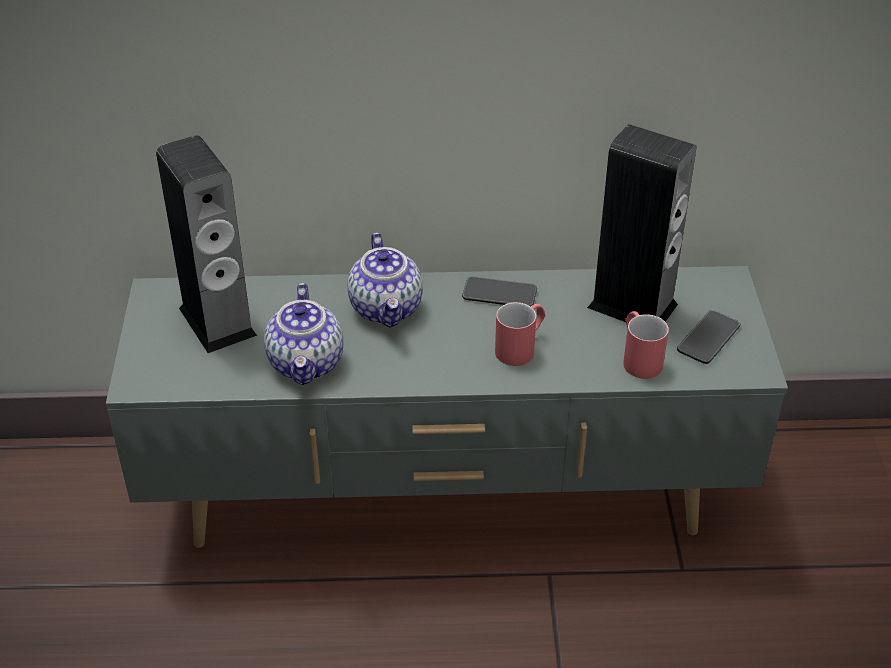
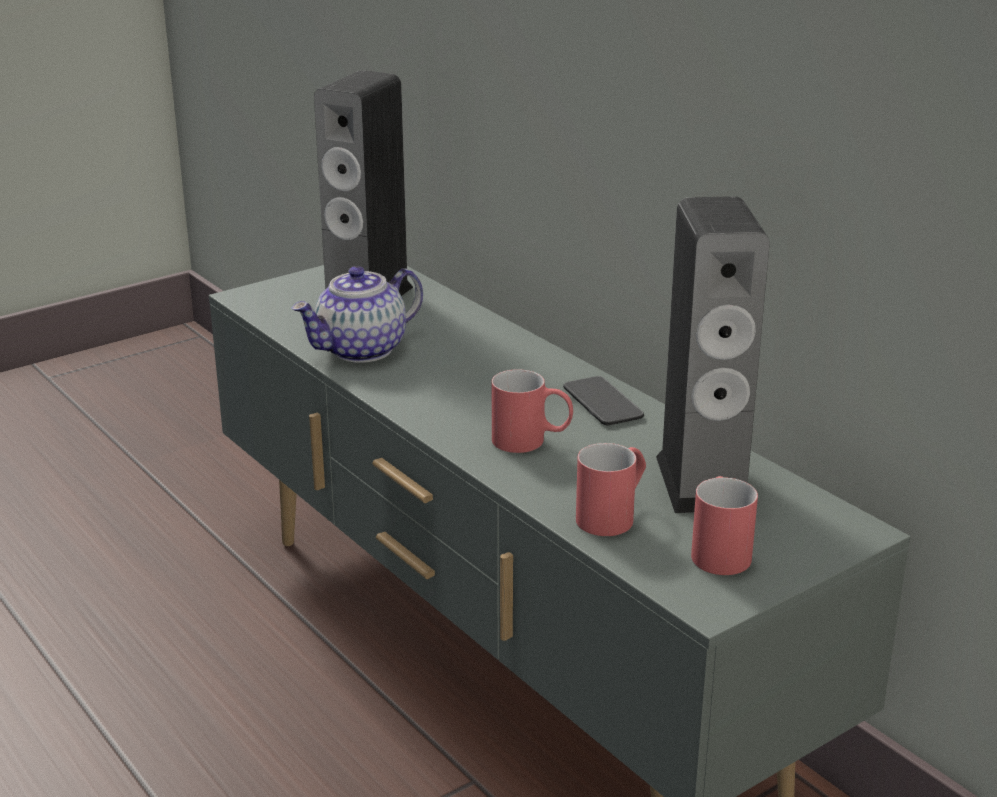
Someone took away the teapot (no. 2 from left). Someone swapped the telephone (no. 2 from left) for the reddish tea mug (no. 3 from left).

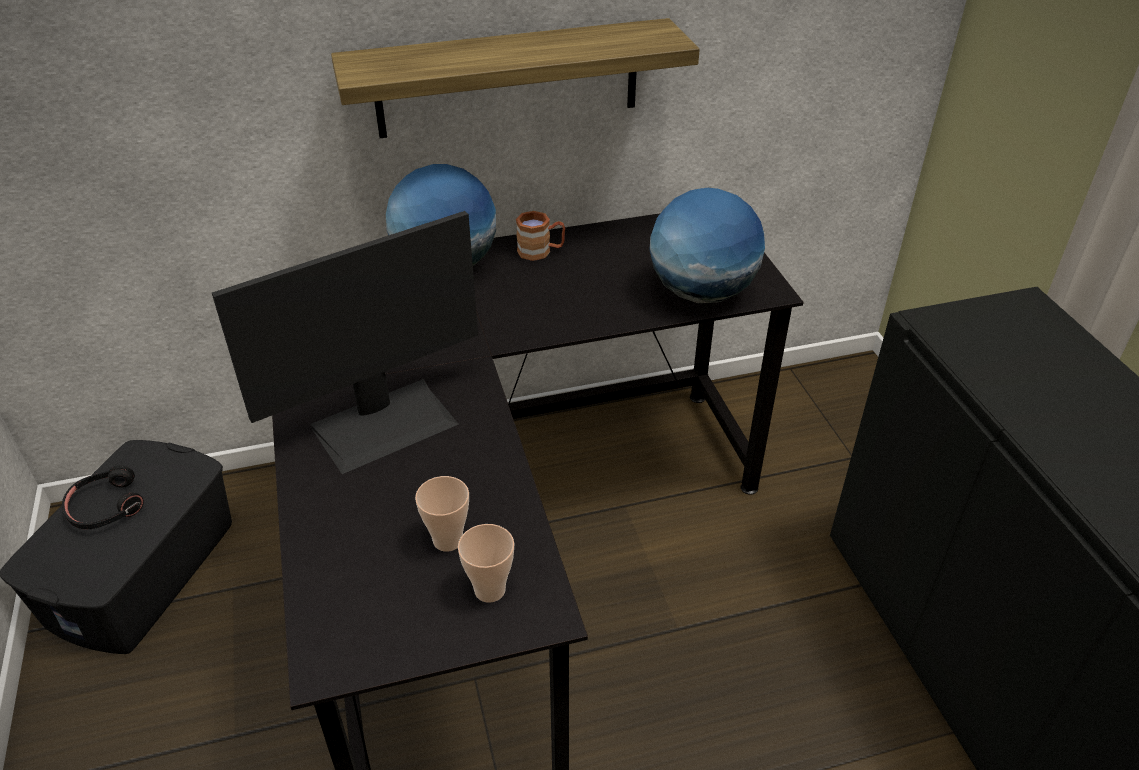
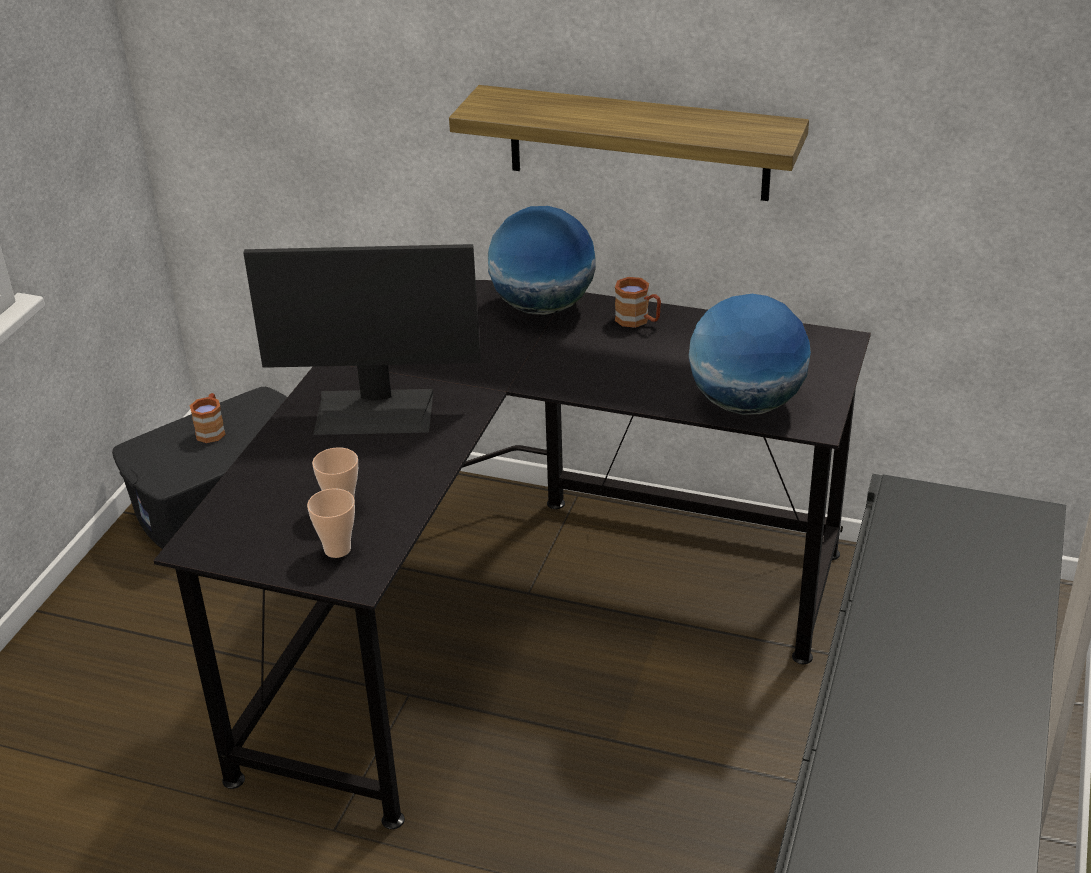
Someone swapped the black-coloured pair of headphones for the brown-coloured tea mug (no. 1 from left).

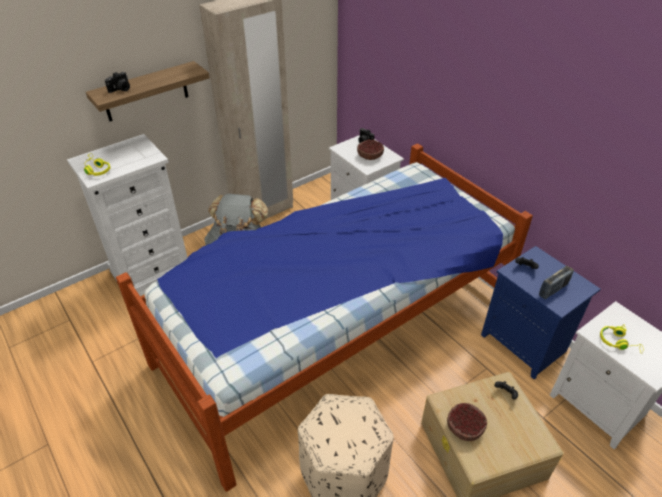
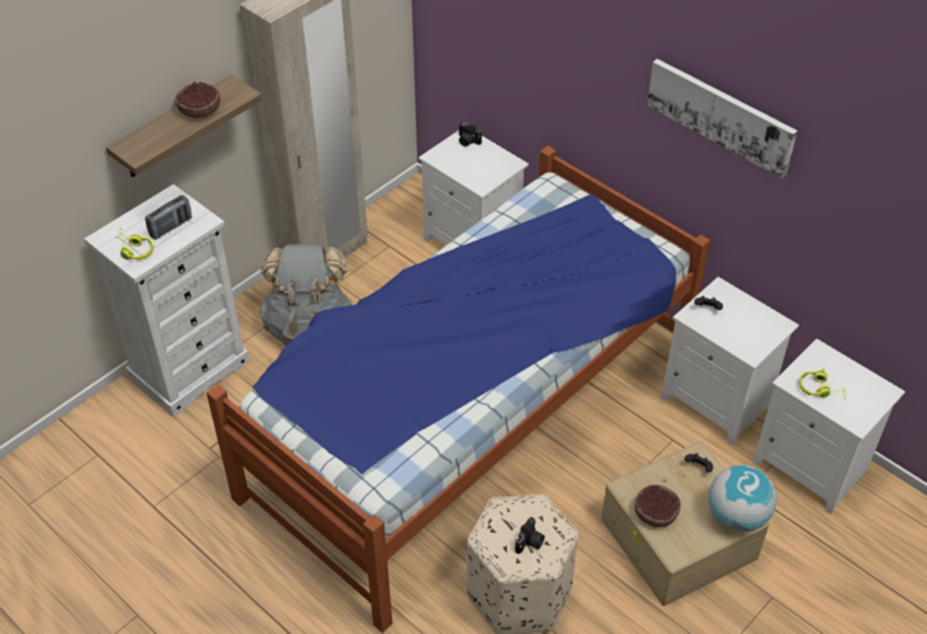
Someone carried the photo camera (no. 1 from left in the first image). Someone carried the bowl (no. 1 from left). Someone repainted the blue-coloured night table, which became the white night table (no. 2 from left). Someone carried the radio receiver. Someone put up the picture. Someone put down the globe.

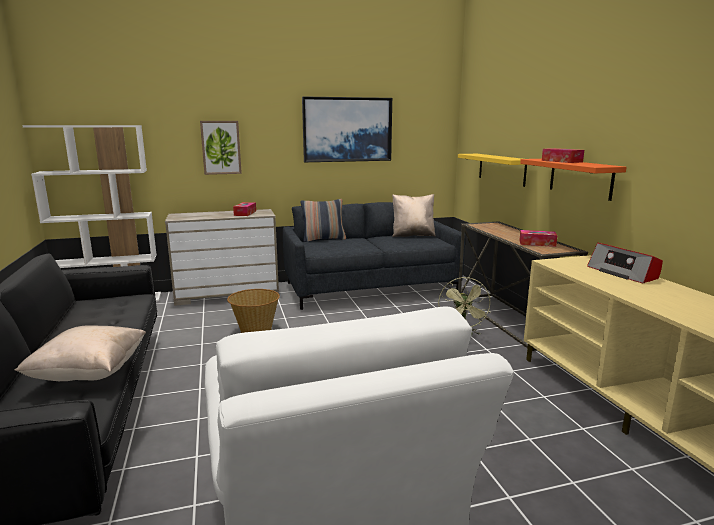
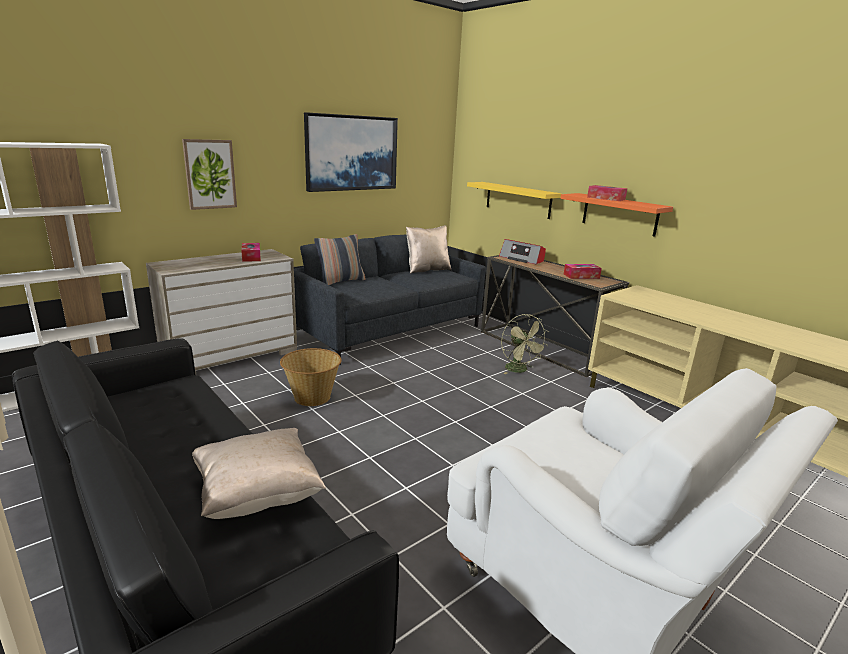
Someone carried the radio receiver.

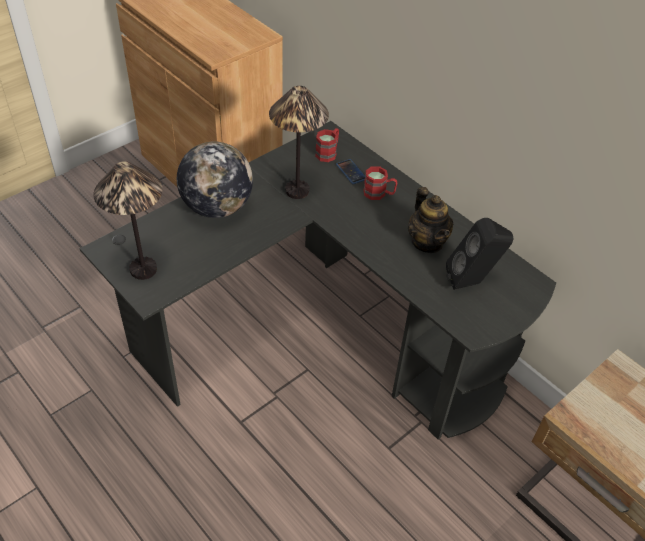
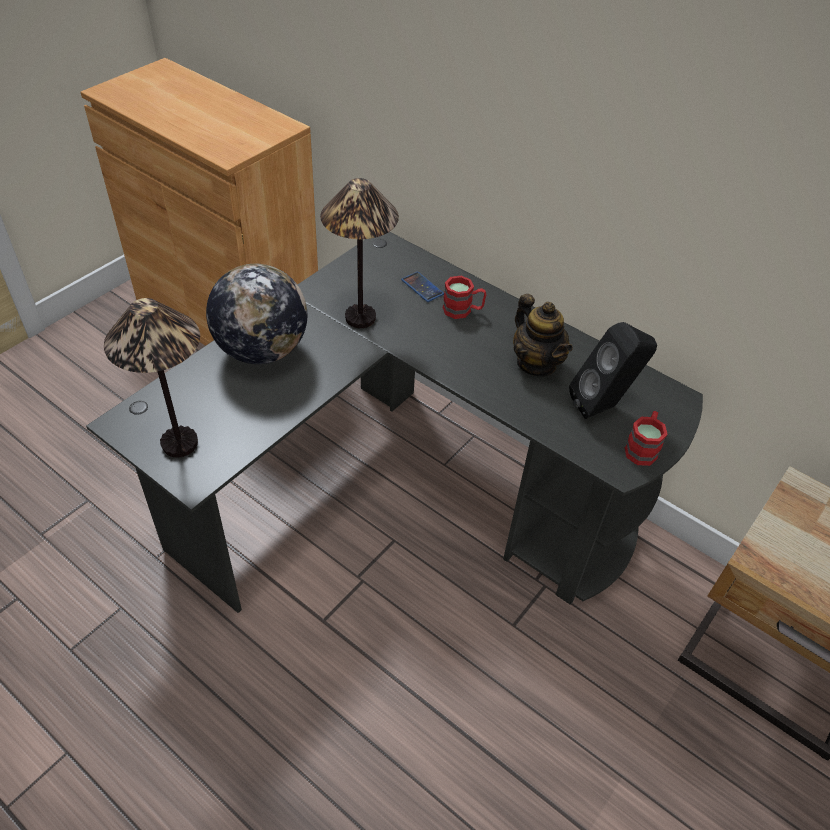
Someone carried the reddish tea mug (no. 1 from left in the first image).

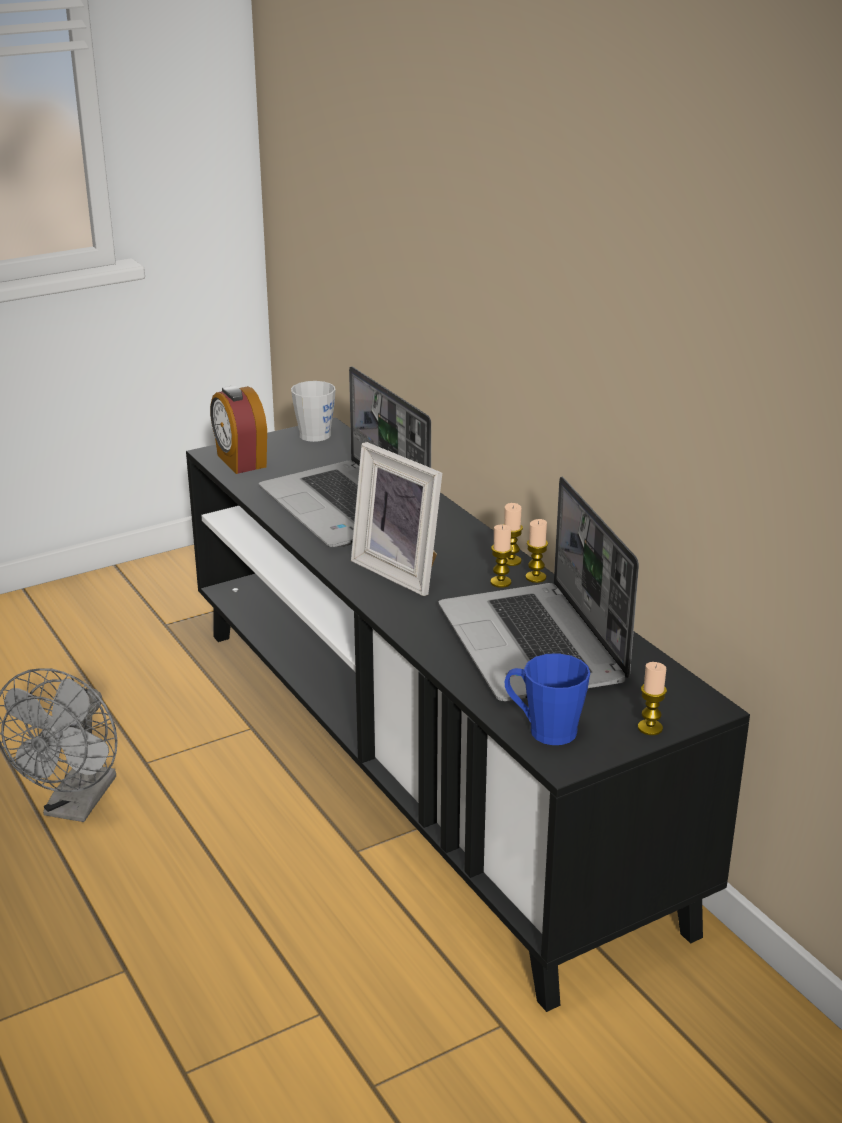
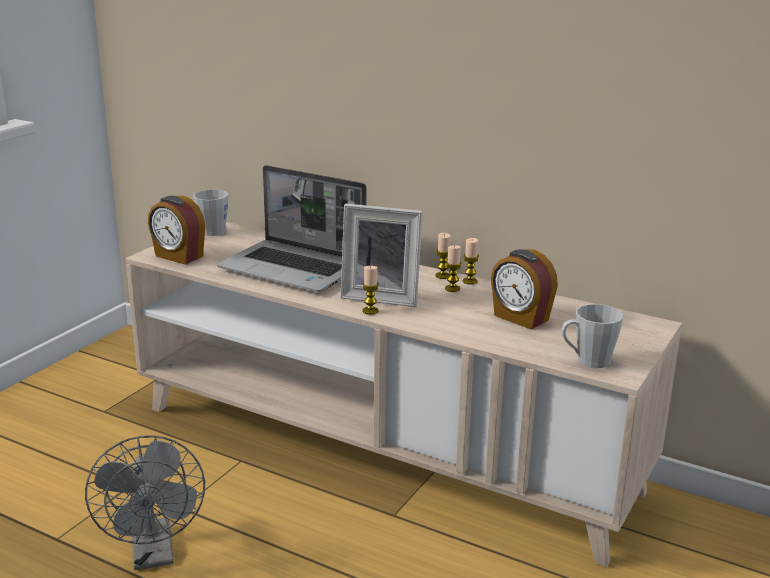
Someone repainted the black-coloured tv stand, which became the beige-coloured tv stand. Someone swapped the portable computer (no. 2 from left) for the alarm clock (no. 2 from left). Someone repainted the blue-coloured tea mug, which became the greyish tea mug (no. 2 from left). Someone carried the wax candle (no. 4 from left in the first image).

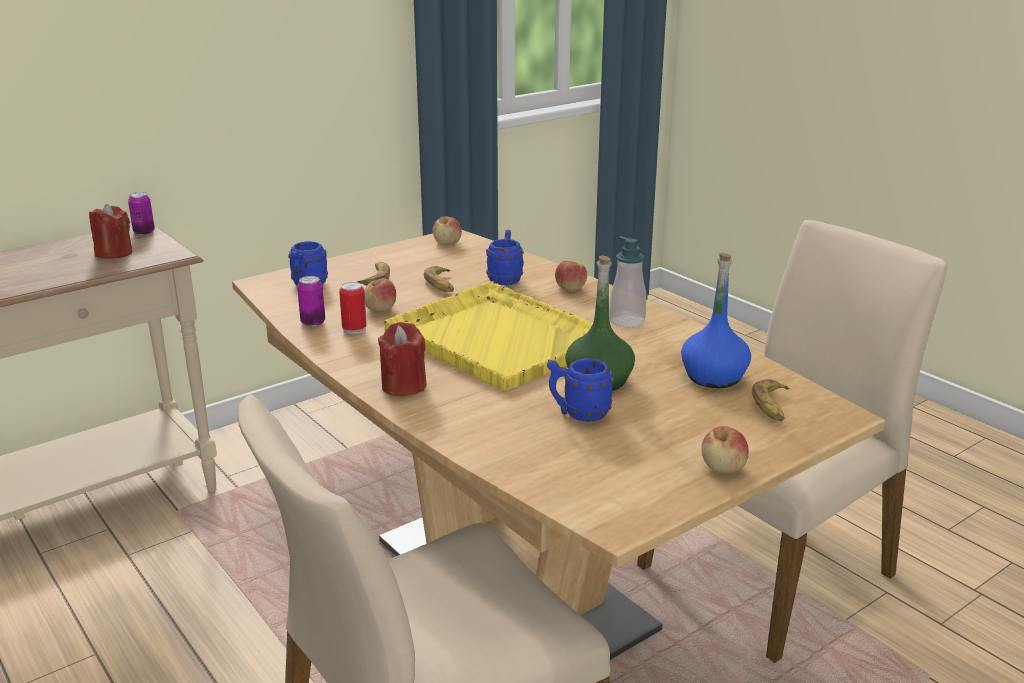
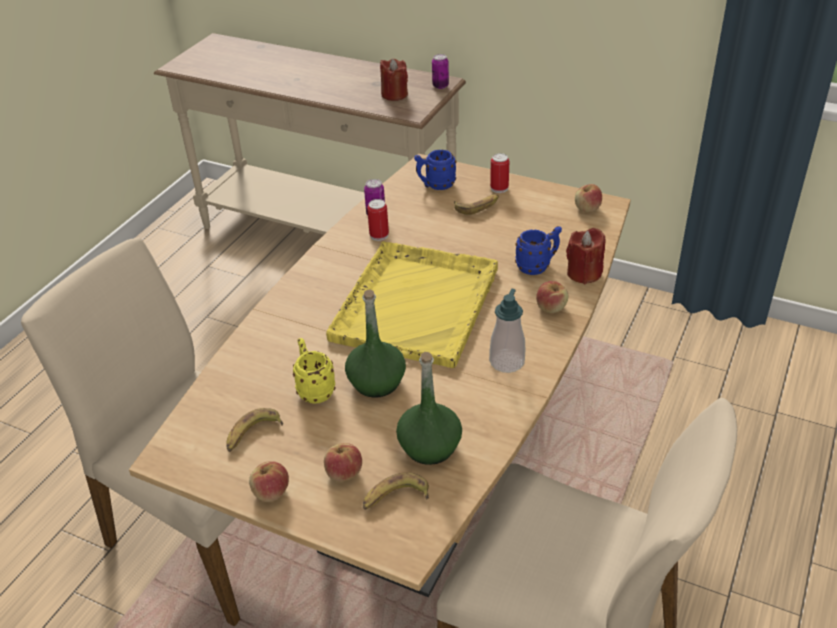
Someone repainted the blue-coloured bottle, which became the green-coloured bottle (no. 2 from left). Someone carried the banana fruit (no. 2 from left in the first image). Someone carried the apple fruit (no. 1 from left in the first image). Someone carried the reddish wax candle (no. 2 from left). Someone repainted the blue-coloured tea mug (no. 3 from left), which became the yellow-coloured tea mug. Someone put down the metal can (no. 4 from left).

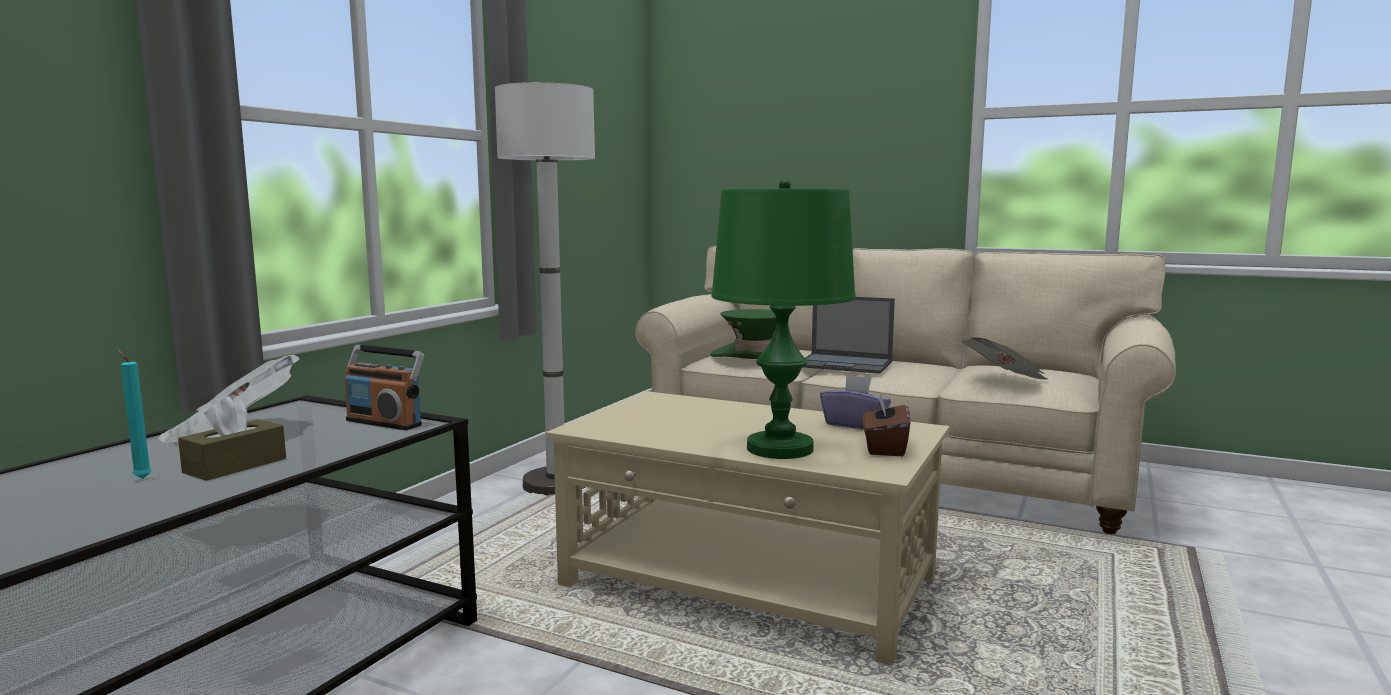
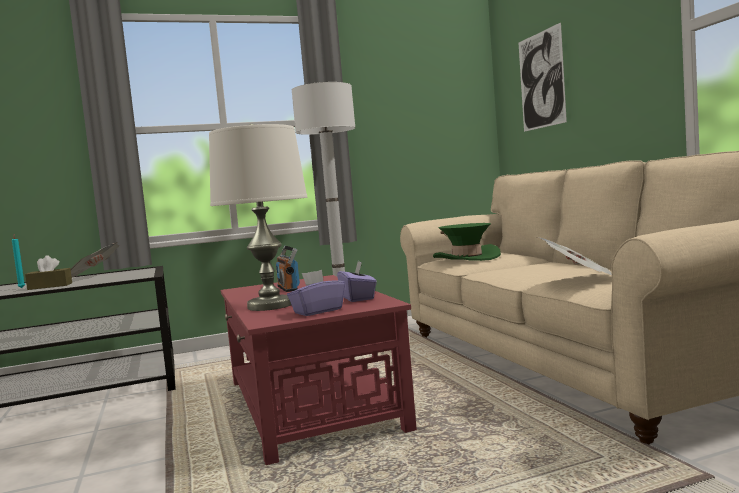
Someone repainted the green-coloured lamp for a table, which became the white lamp for a table. Someone took away the portable computer. Someone carried the radio receiver. Someone repainted the beige-coloured lounge table, which became the reddish lounge table. Someone repainted the brown-coloured tissue holder (no. 2 from left), which became the purplish tissue holder (no. 1 from left). Someone put up the picture.

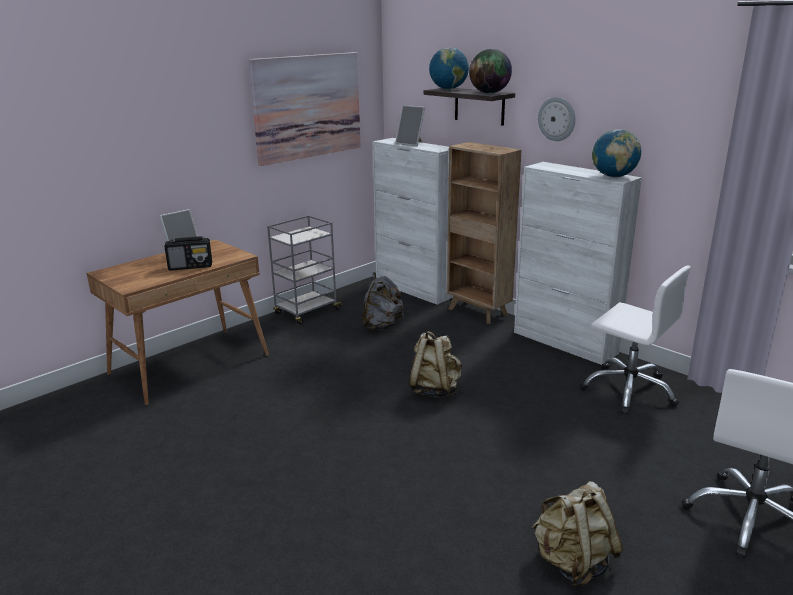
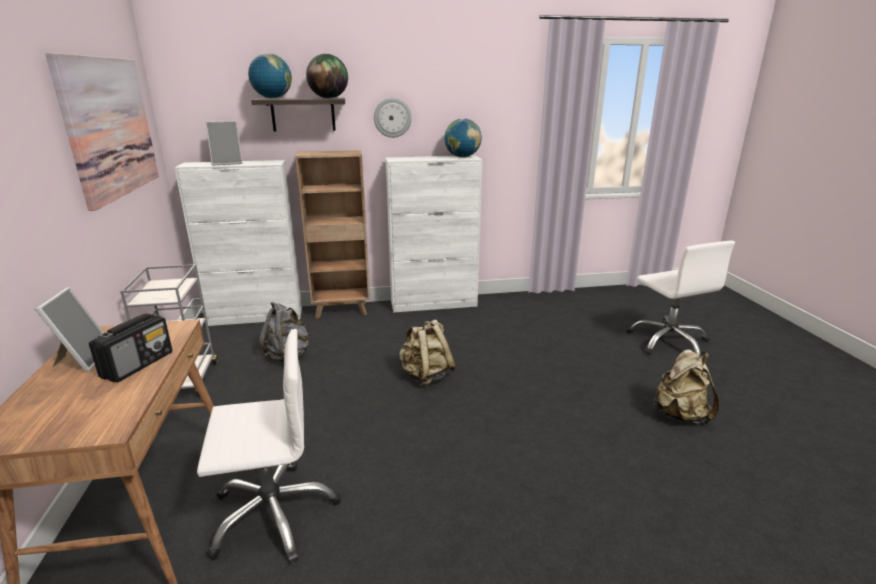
Someone carried the white desk chair (no. 1 from left).

